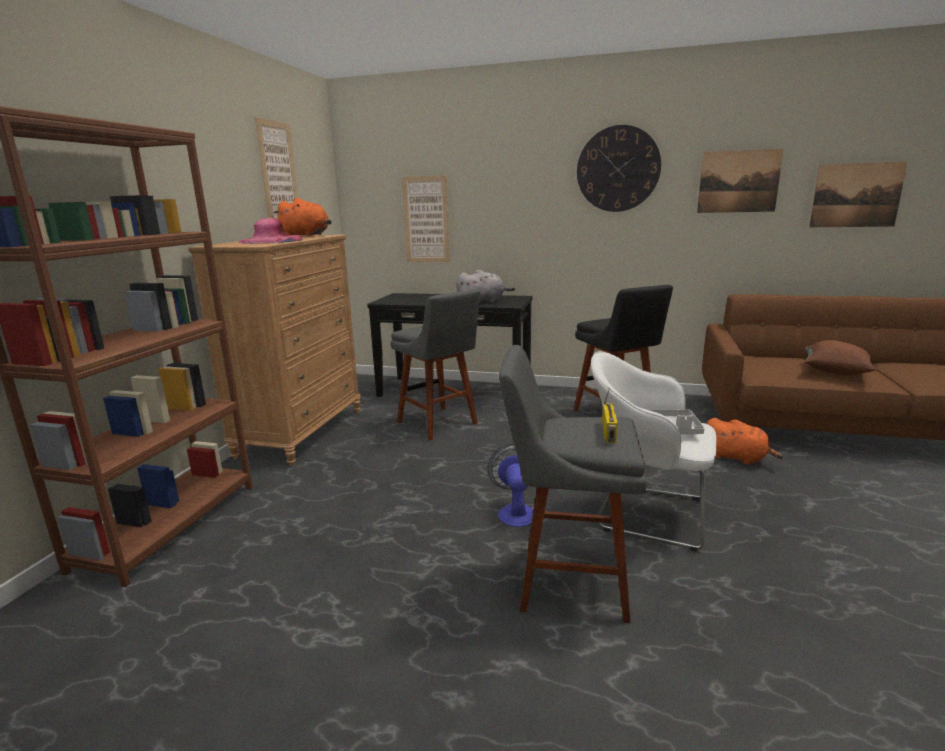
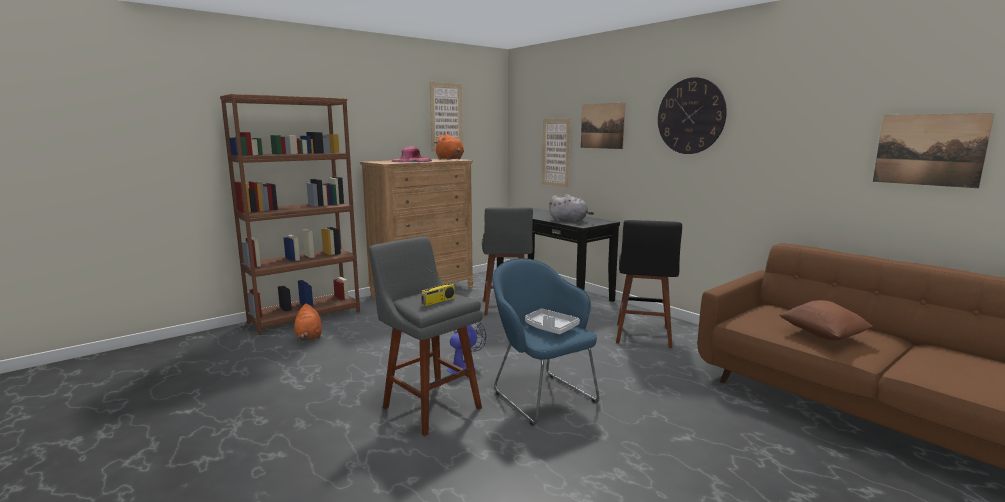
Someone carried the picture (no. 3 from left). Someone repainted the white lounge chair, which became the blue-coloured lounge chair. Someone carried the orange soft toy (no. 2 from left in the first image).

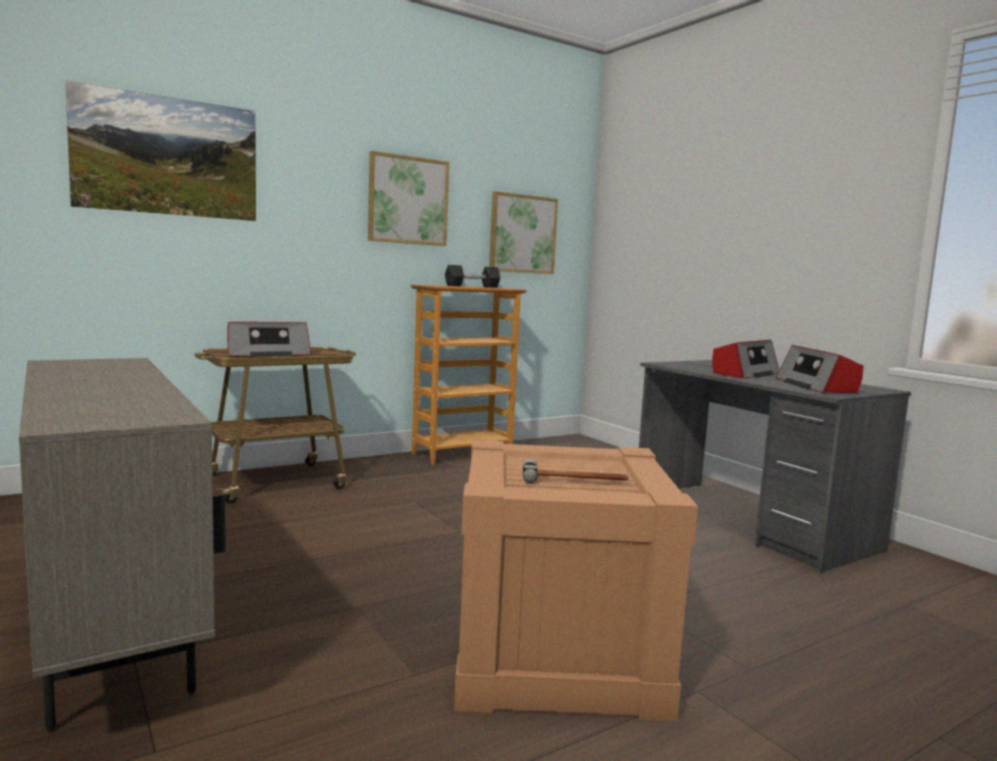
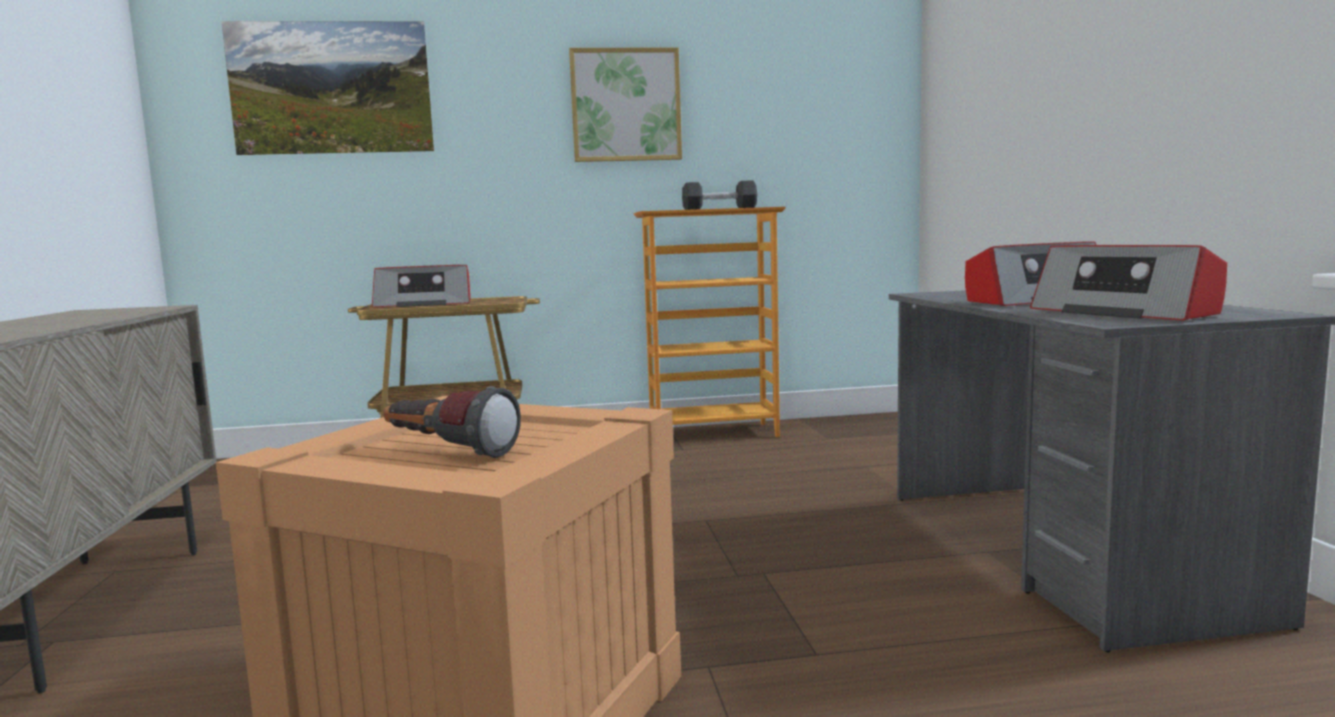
Someone took away the picture (no. 3 from left). Someone rotated the radio receiver (no. 3 from left) by 45 degrees counterclockwise. Someone swapped the hand hammer for the hand torch.

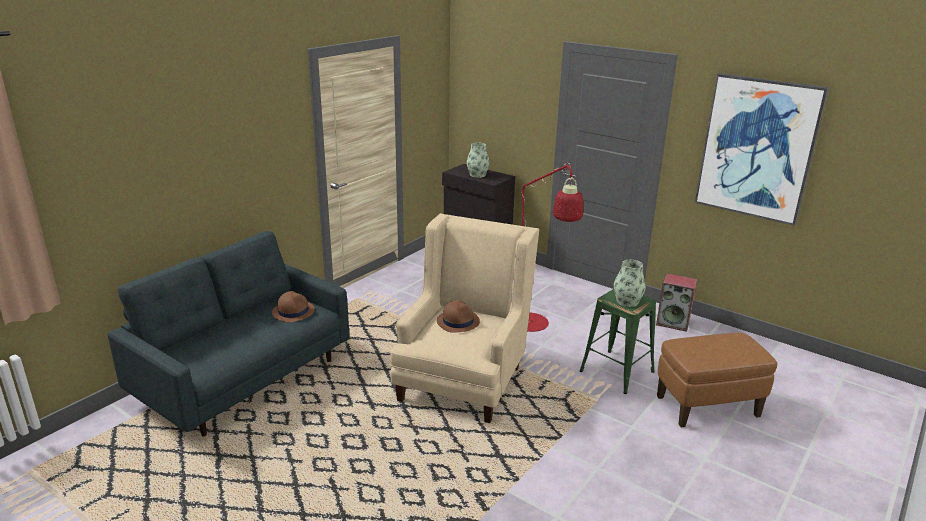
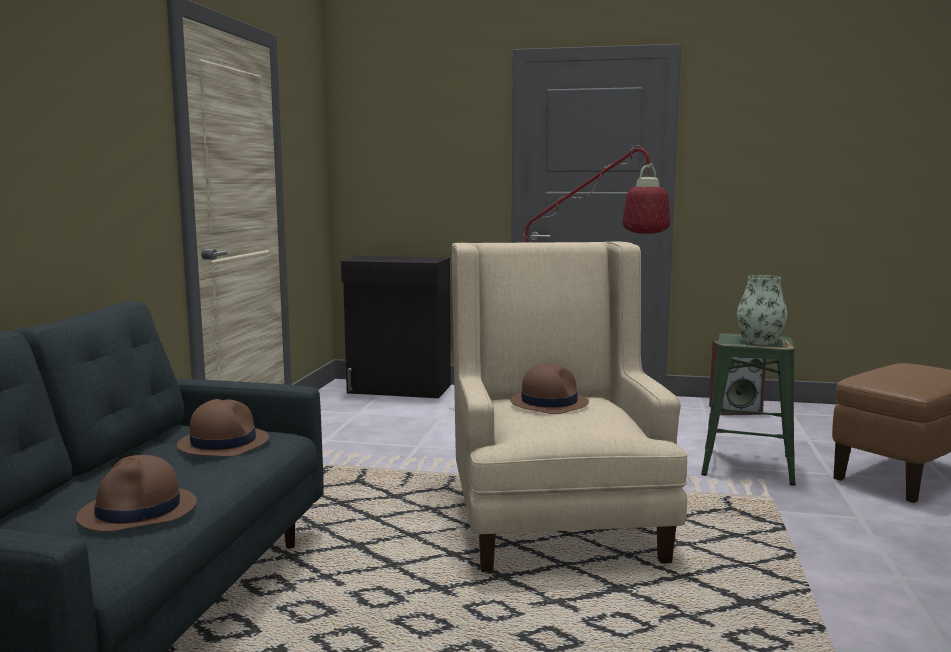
Someone took away the picture. Someone took away the decorative vase (no. 1 from left). Someone put down the brown-coloured hat (no. 1 from left).

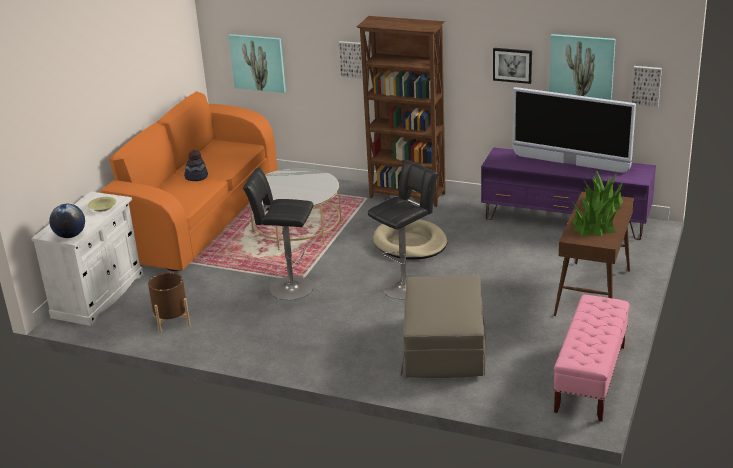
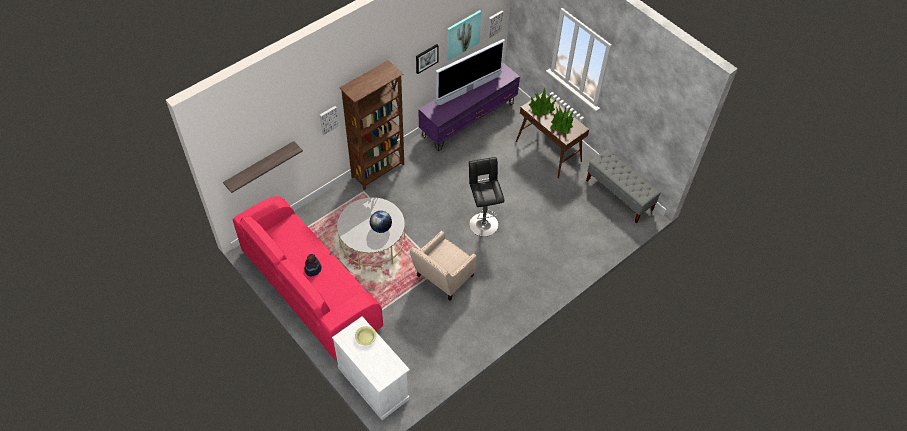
Someone swapped the picture (no. 1 from left) for the shelf. Someone repainted the orange settee, which became the pinkish settee. Someone swapped the black-coloured stool (no. 1 from left) for the beige-coloured lounge chair. Someone carried the globe. Someone took away the beige-coloured dog cushion. Someone took away the brown-coloured plant pot. Someone took away the beige-coloured footrest. Someone repainted the pinkish bench, which became the greyish bench.

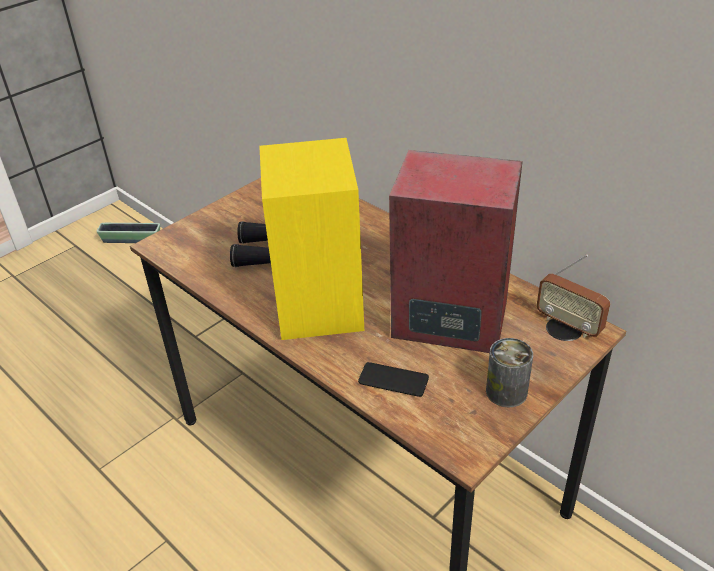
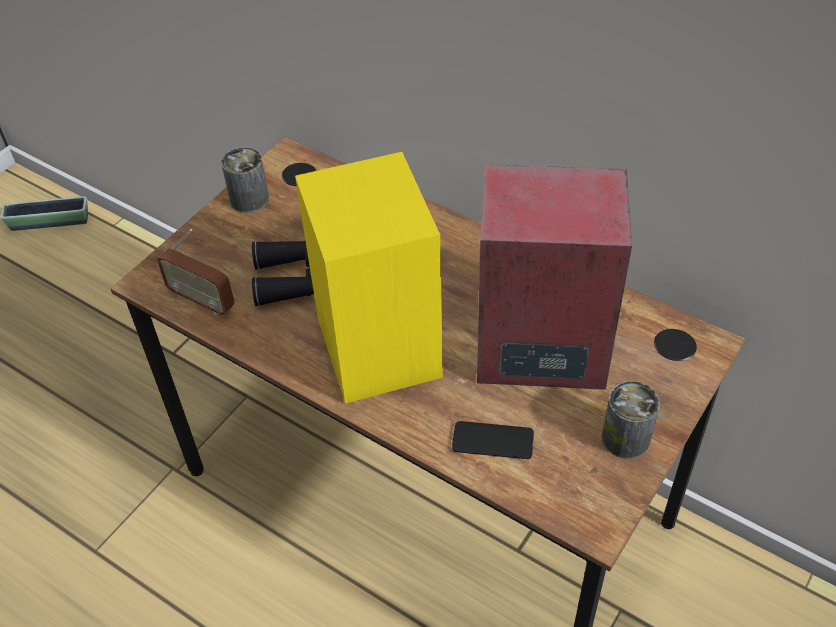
Someone carried the radio receiver. Someone put down the metal can (no. 1 from left).

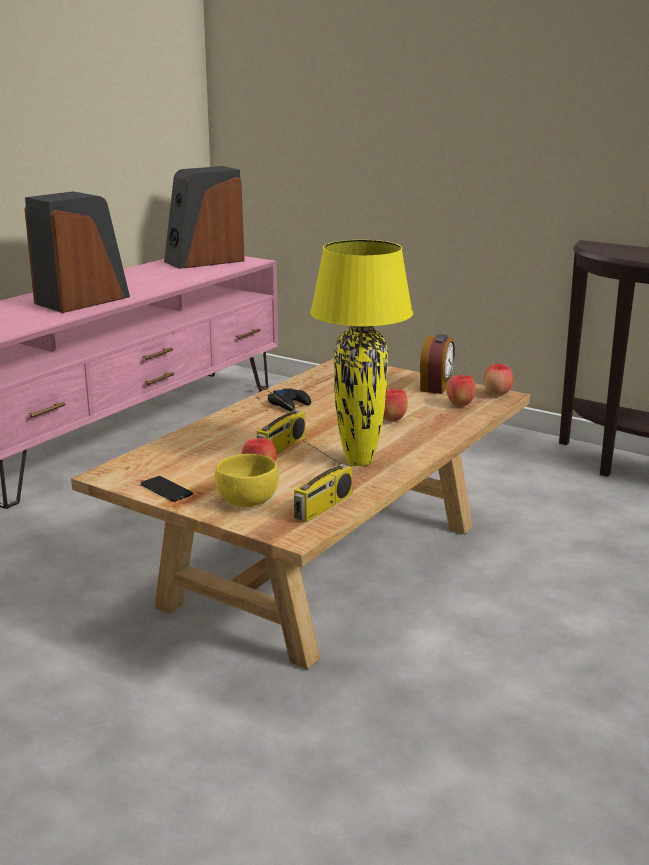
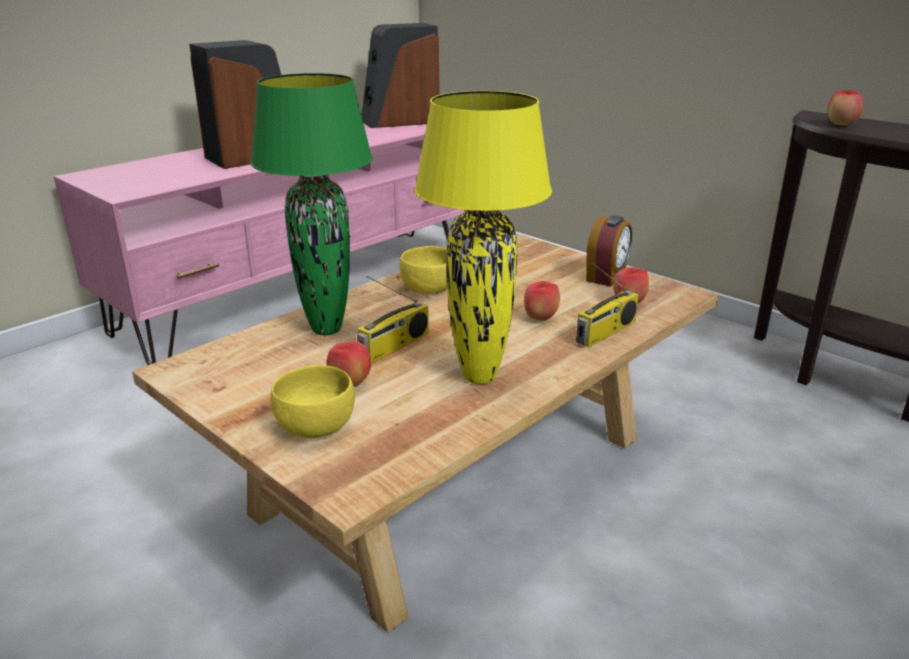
Someone carried the apple fruit (no. 4 from left). Someone swapped the black-coloured gamepad for the yellow-coloured bowl (no. 2 from left). Someone carried the radio receiver (no. 2 from left). Someone took away the telephone. Someone put down the green-coloured lamp for a table.

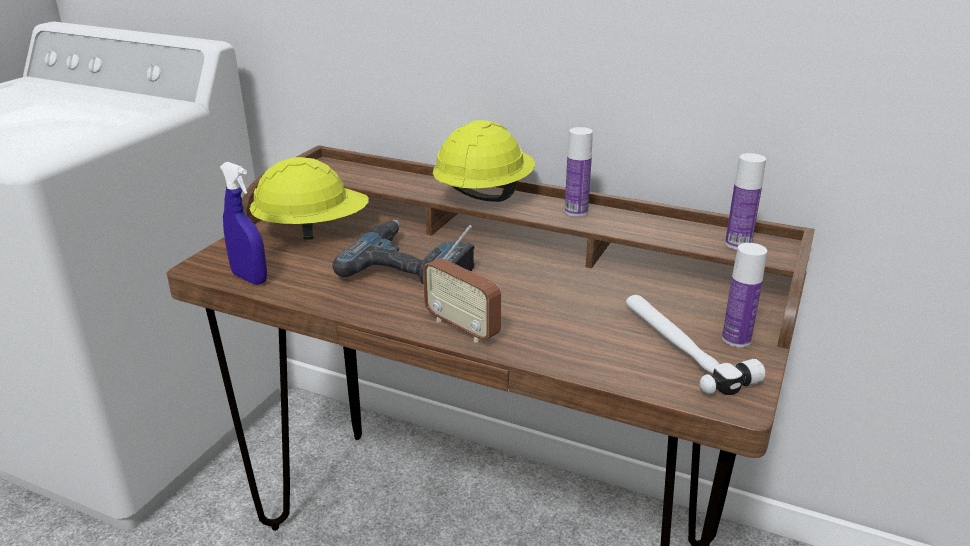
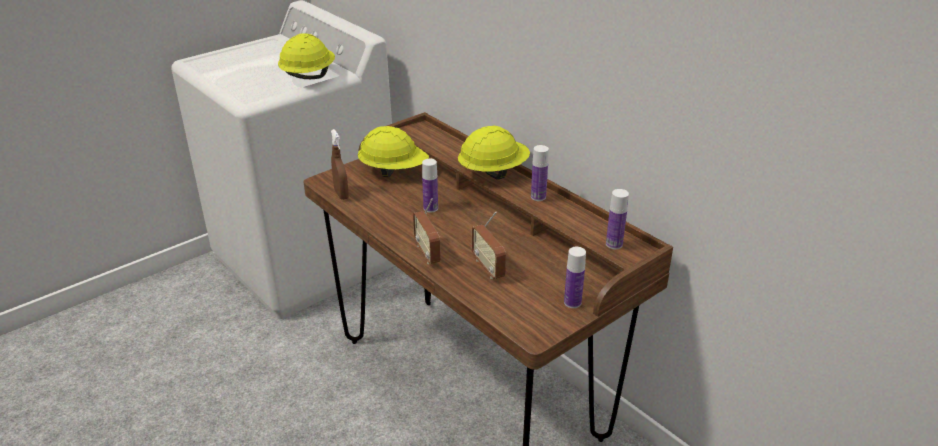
Someone repainted the blue-coloured sprayer, which became the brown-coloured sprayer. Someone swapped the drill for the bottle (no. 1 from left). Someone took away the hand hammer. Someone put down the yellow-coloured hard hat (no. 1 from left). Someone put down the radio receiver (no. 2 from left).

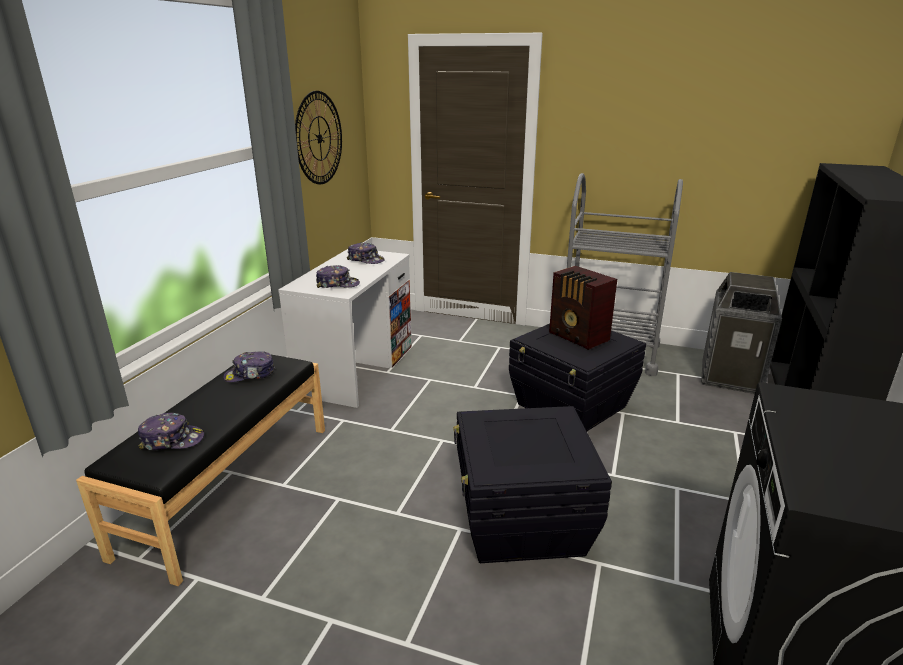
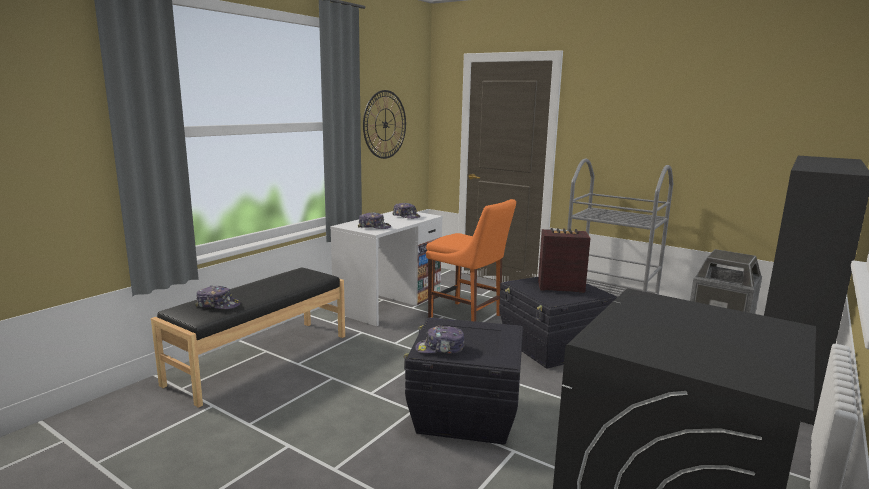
Someone rotated the radio receiver by 120 degrees clockwise. Someone carried the peaked cap (no. 2 from left in the first image). Someone put down the orange plain chair.

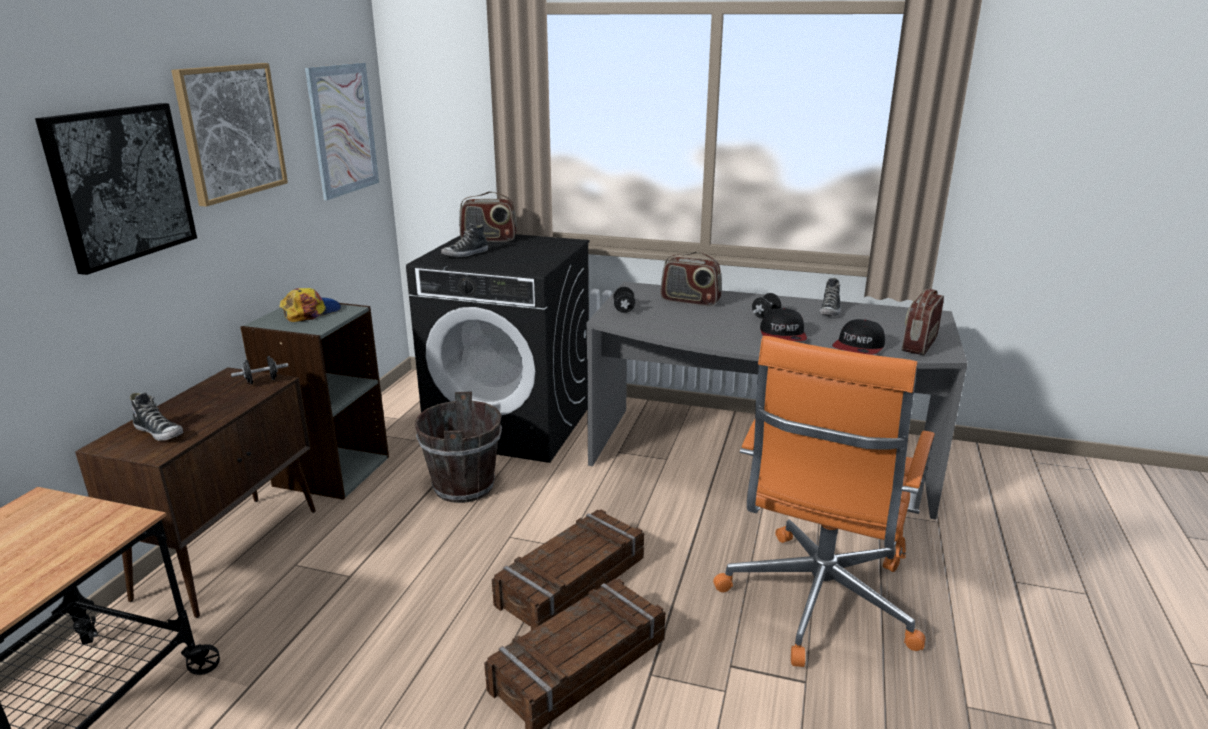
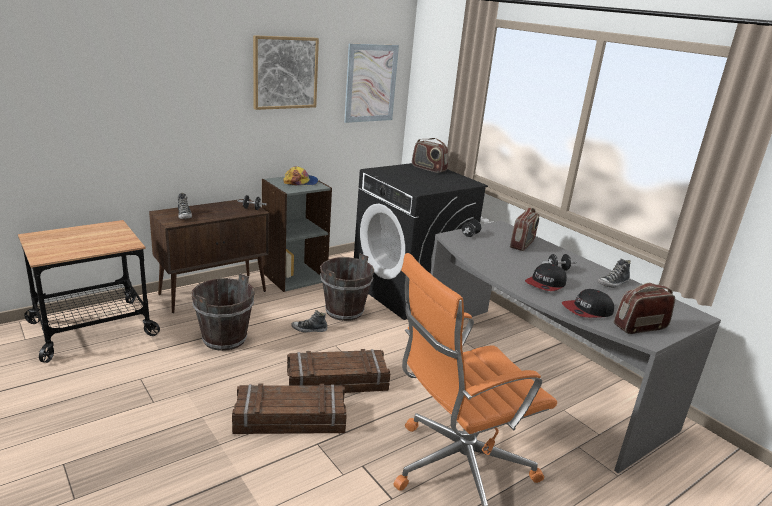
Someone took away the picture (no. 1 from left). Someone carried the item of footwear (no. 2 from left). Someone rotated the radio receiver (no. 2 from left) by 120 degrees counterclockwise. Someone put down the brown-coloured pail (no. 1 from left).

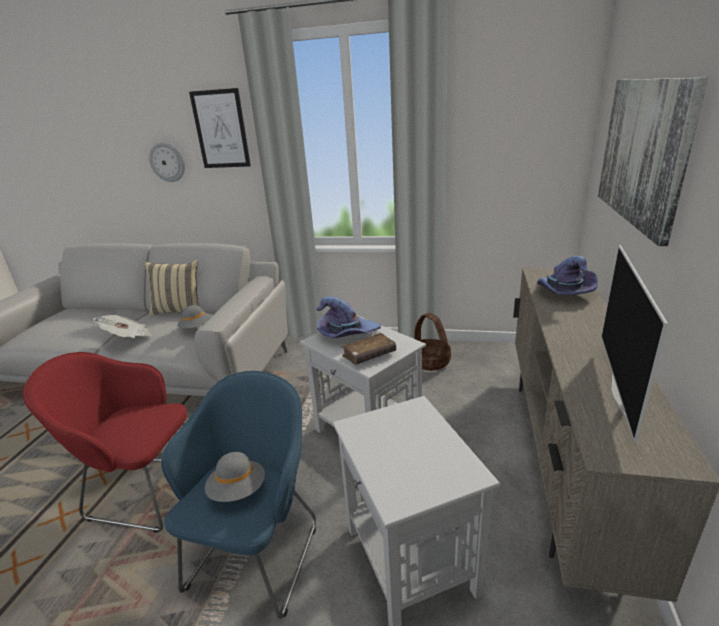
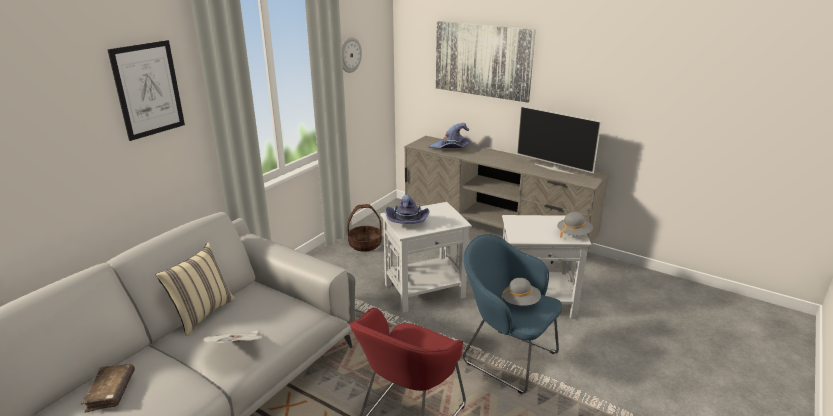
Someone carried the clock on the wall. Someone carried the greyish hat (no. 1 from left in the first image). Someone carried the brown-coloured volume.

